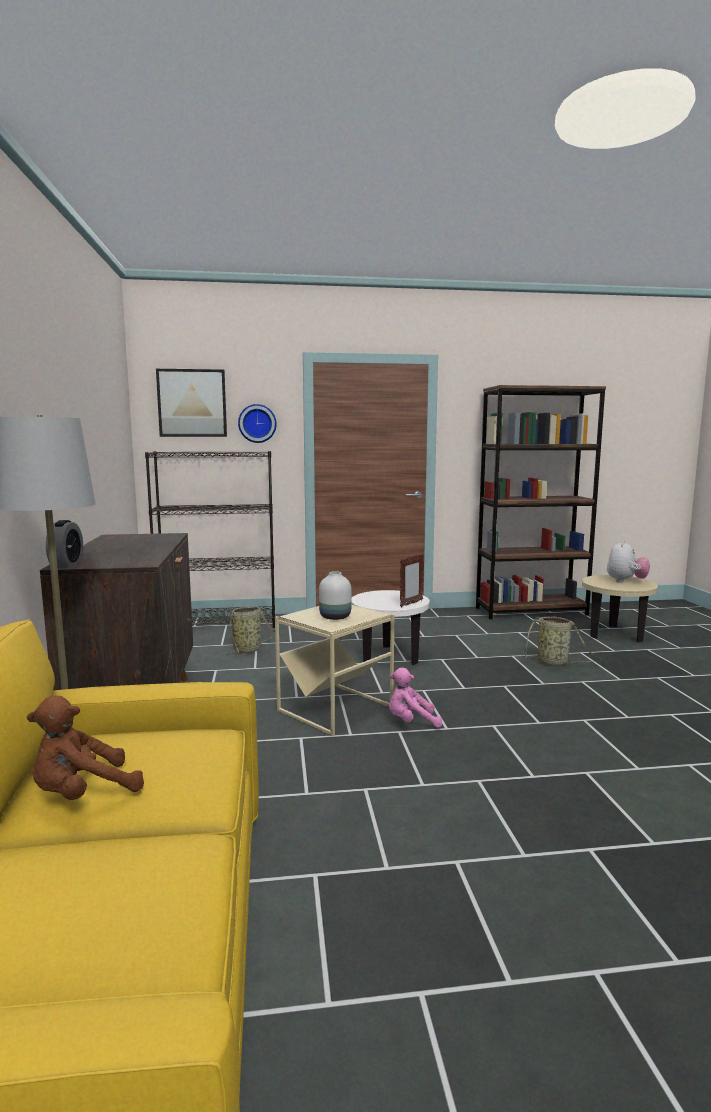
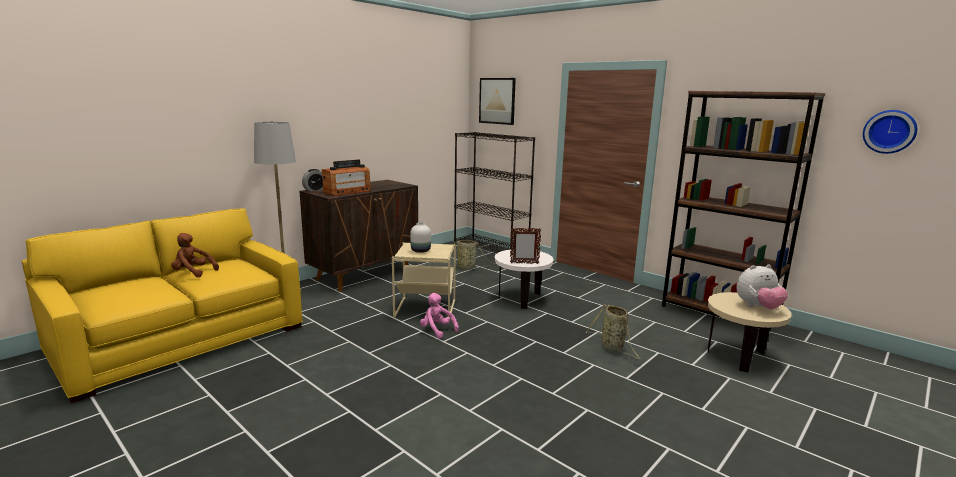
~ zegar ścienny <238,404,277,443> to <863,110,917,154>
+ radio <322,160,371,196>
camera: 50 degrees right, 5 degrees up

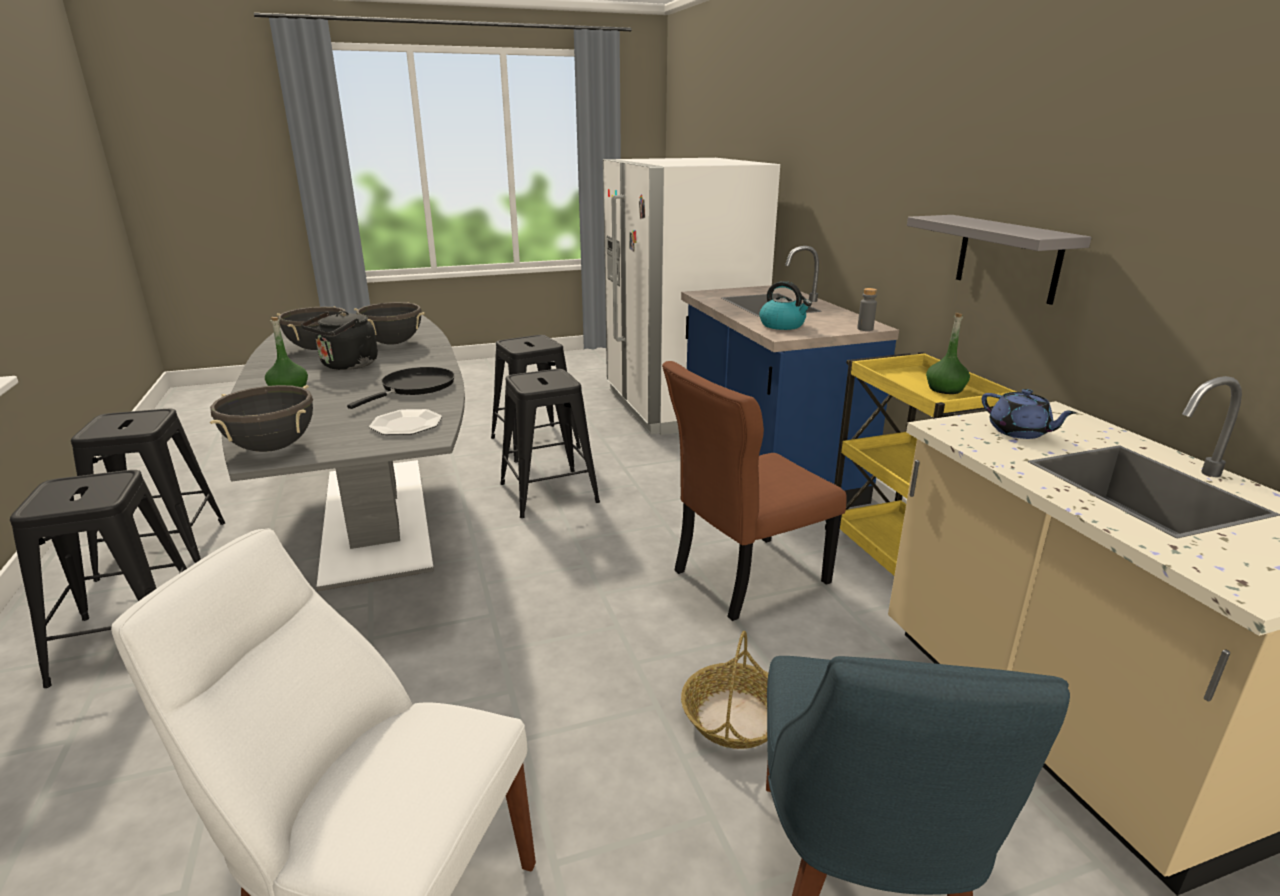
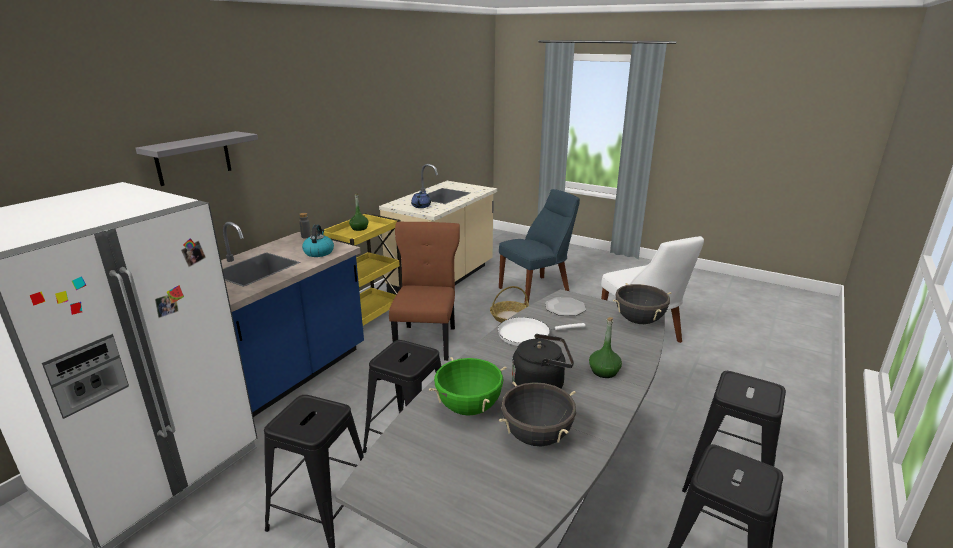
~ półka/szary <907,215,1092,305> to <135,131,258,186>
~ garnek/czarny <354,302,425,345> to garnek/zielony <429,357,507,416>
~ krzesło/brązowy <662,361,847,621> = <389,222,460,361> 105 degrees counterclockwise
~ patelnia/czarny <347,367,455,409> to patelnia/biały <498,317,586,346>
camera: 130 degrees left, 0 degrees up

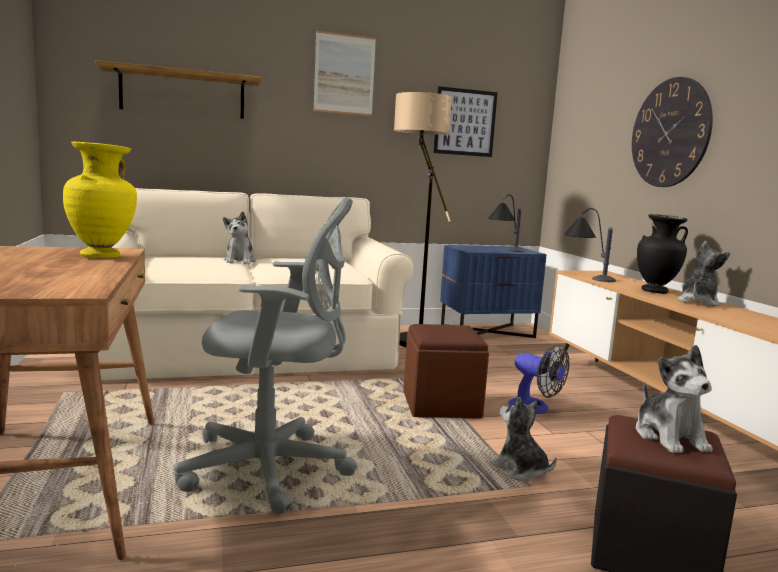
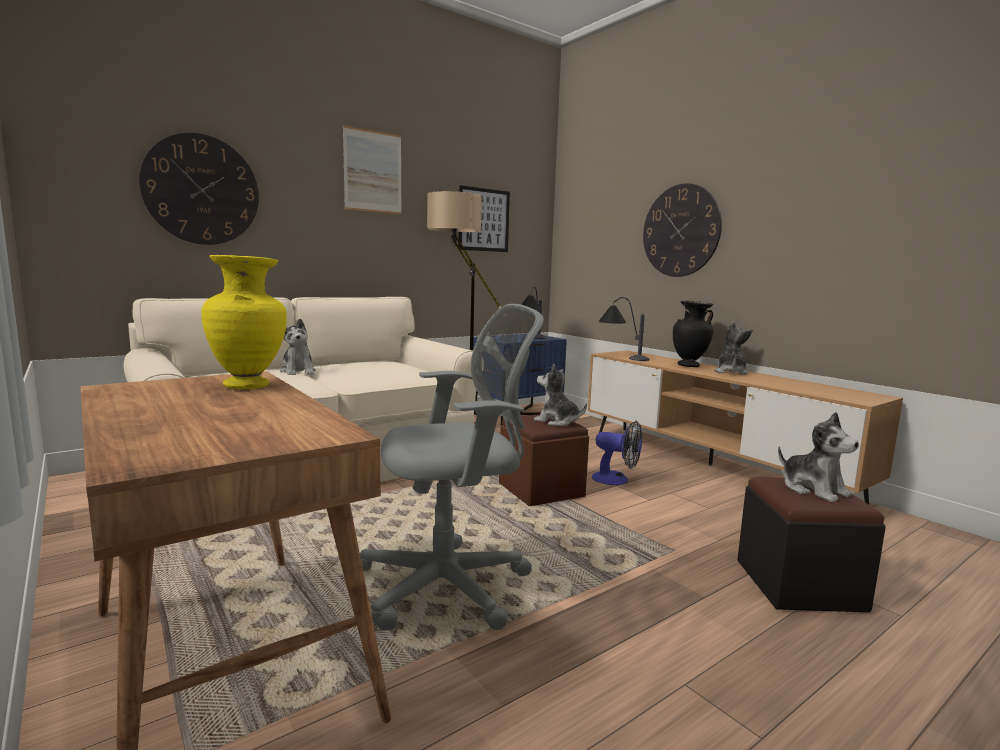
~ półka <95,60,261,119> to zegar ścienny <139,133,259,245>
~ pluszak <490,397,557,481> to <534,364,587,426>
camera: 20 degrees left, 0 degrees up

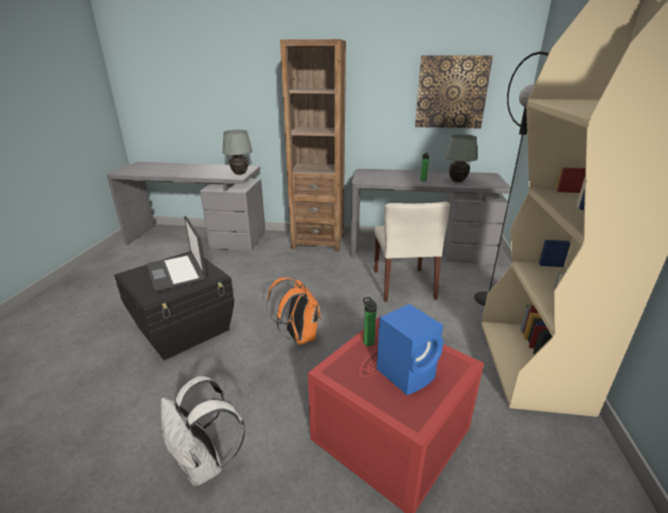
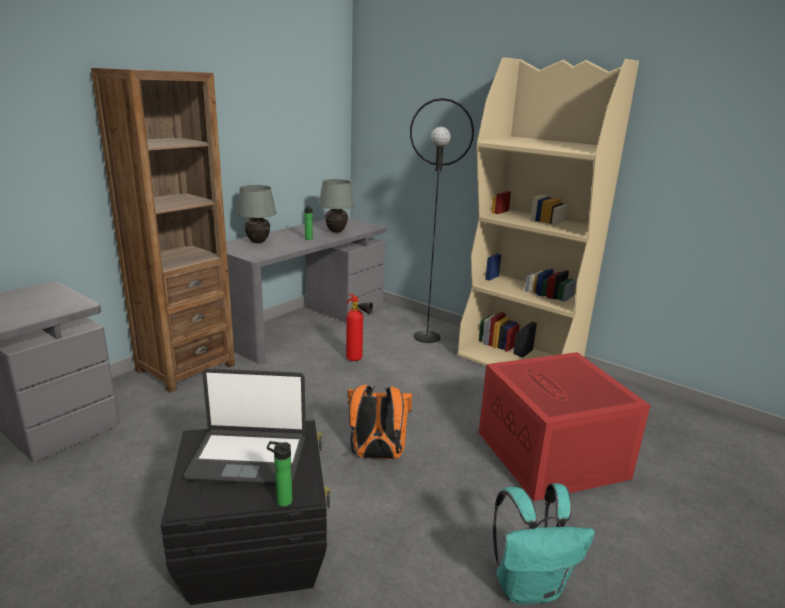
- obraz <415,55,493,128>
~ lampa stołowa/szary <222,130,253,175> to <237,185,277,243>
~ krzesło/beżowy <374,202,450,302> to gaśnica <346,294,373,361>
~ butelka <363,297,377,346> to <267,441,292,507>
- głośnik/niebieski <376,304,444,395>
~ plecak/biały <161,376,245,486> to plecak/turkusowy <493,483,595,604>
camera: 60 degrees left, 5 degrees down

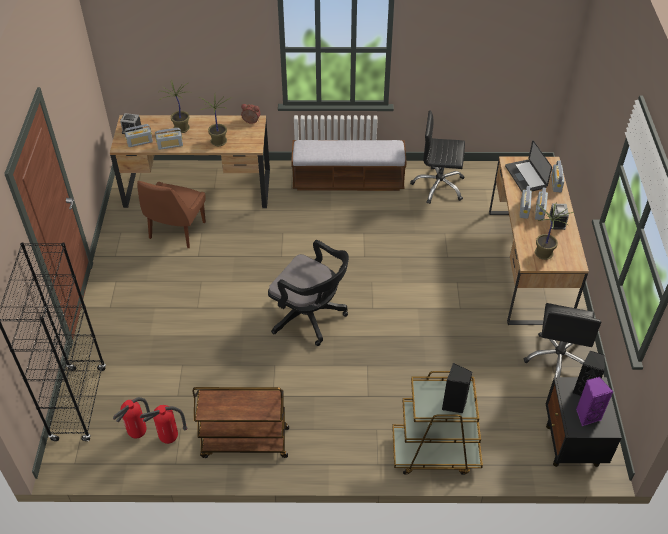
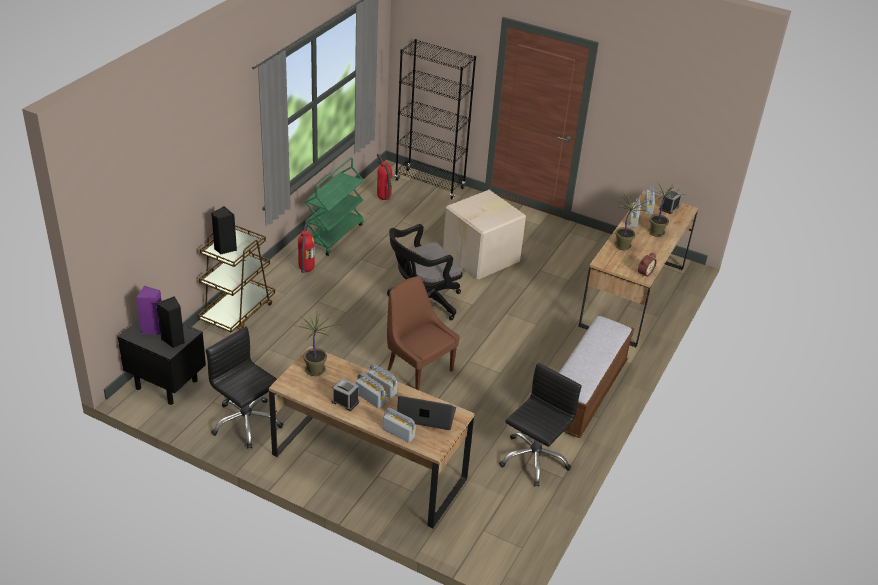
~ krzesło/brązowy <137,181,206,248> to <387,276,460,390>
~ wózek/brązowy <193,387,289,458> to wózek/zielony <305,157,364,256>
~ gaśnica <140,405,187,444> to <298,221,315,273>
+ karton <443,190,526,280>
camera: 115 degrees right, 10 degrees down

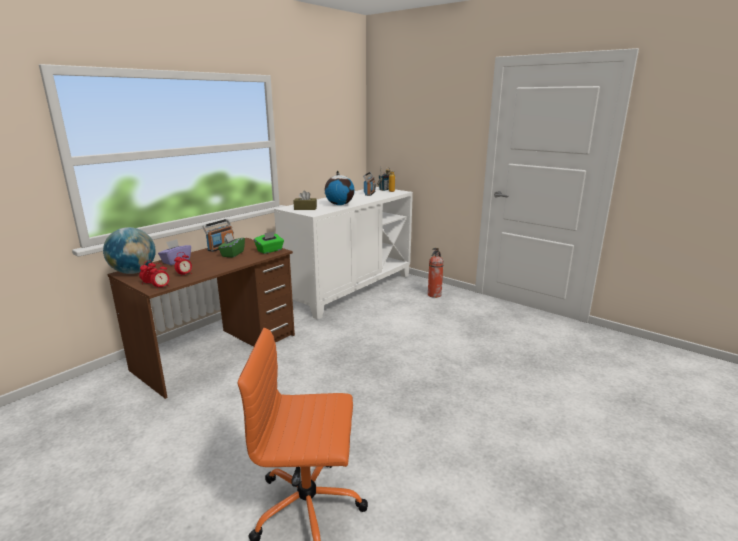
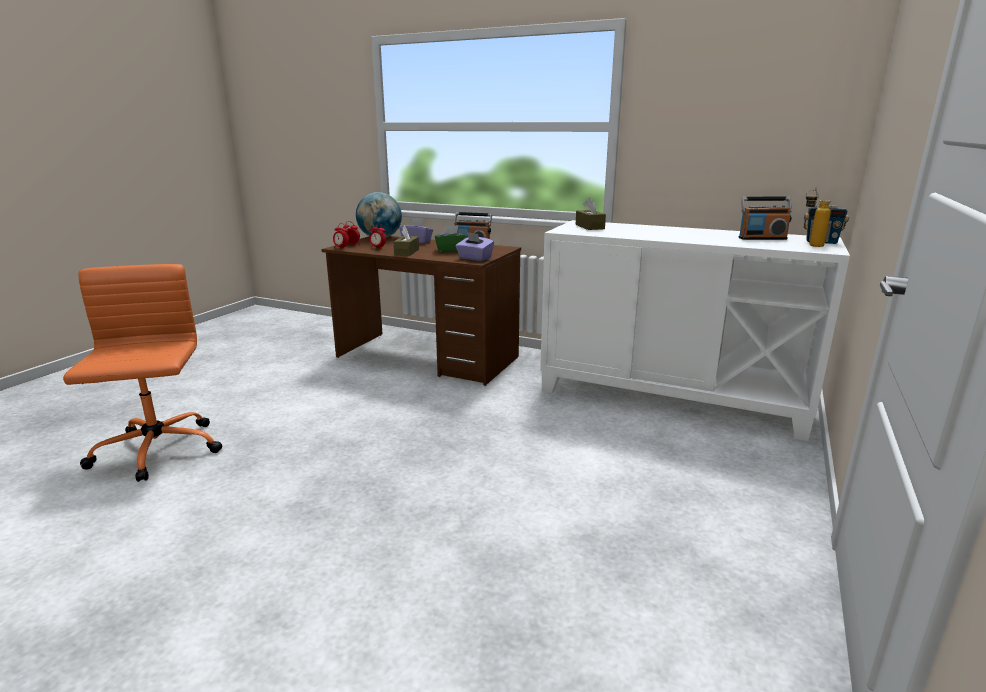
- globus <325,171,355,205>
~ pudełko chusteczek/zielony <254,231,284,254> to pudełko chusteczek/fioletowy <456,232,494,261>
- gaśnica <428,248,444,298>
+ pudełko chusteczek/brązowy <394,226,419,256>
camera: 75 degrees right, 0 degrees up

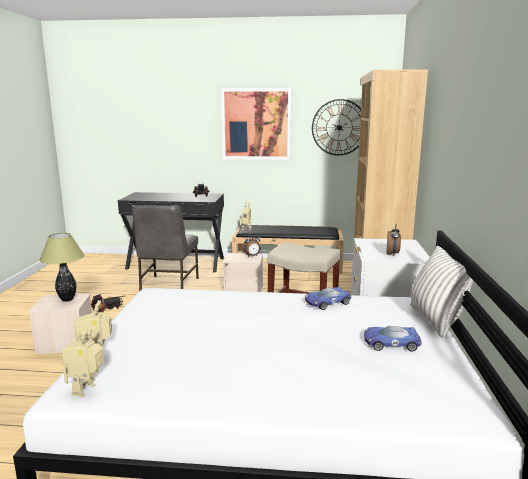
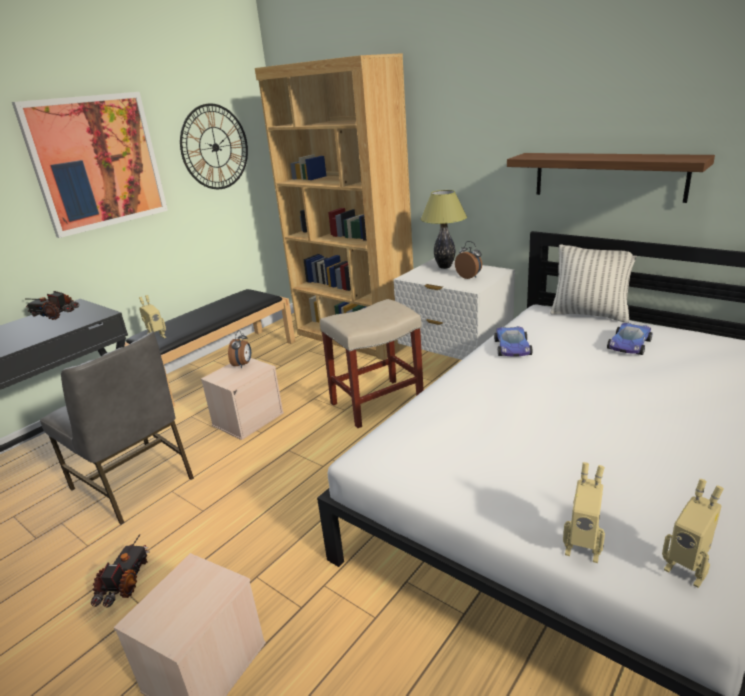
~ lampa stołowa <40,233,84,302> to <420,190,467,269>
+ półka <507,153,715,203>
camera: 55 degrees left, 10 degrees up

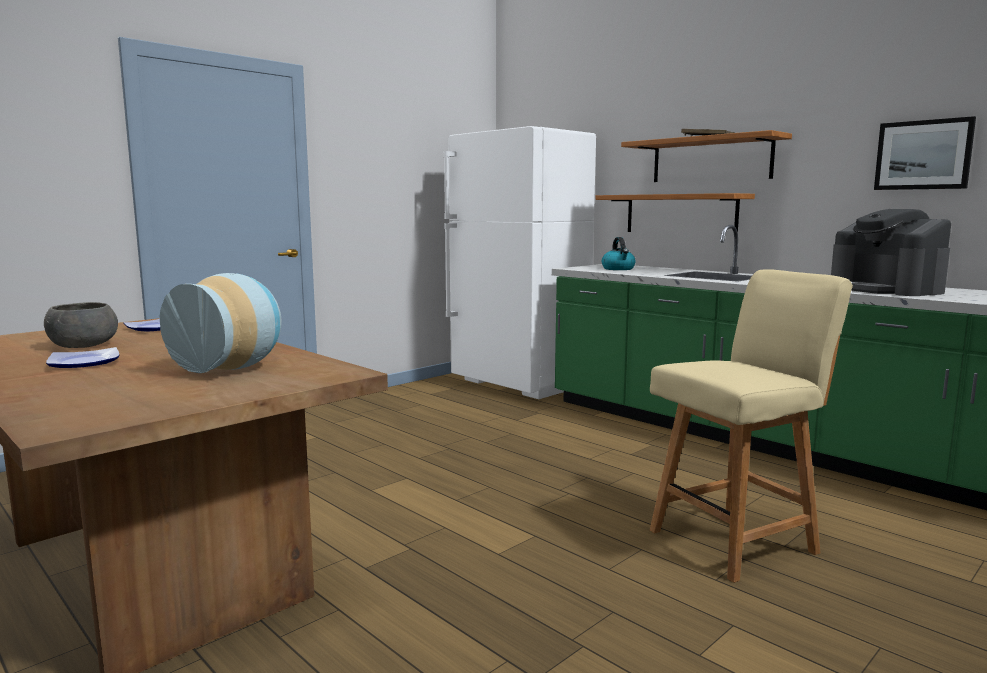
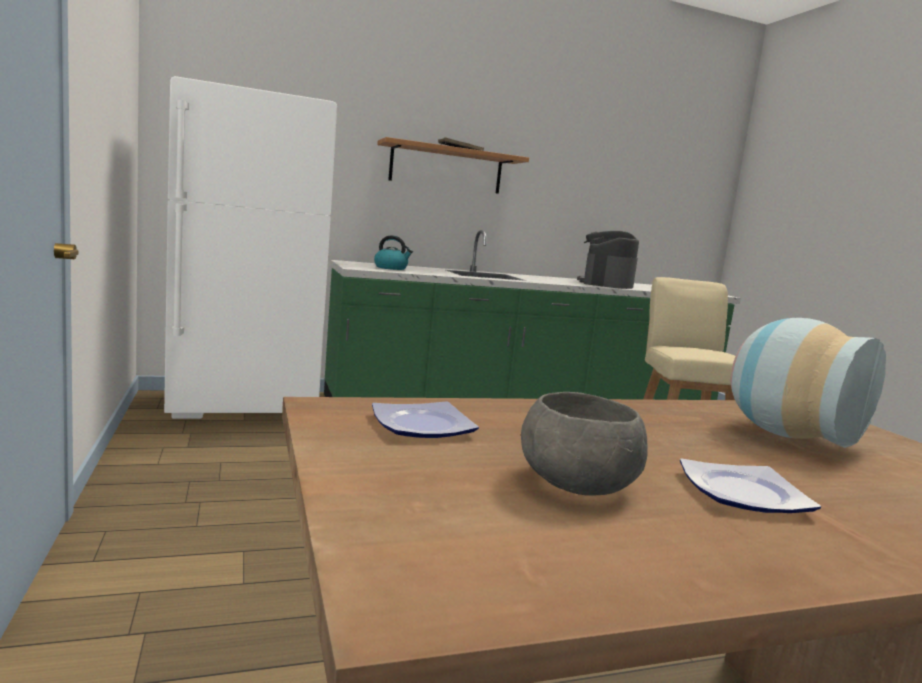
- obraz <874,116,976,190>
- półka <595,193,755,232>
~ ekspres do kawy <831,209,951,296> = <577,231,639,289> 105 degrees clockwise
camera: 65 degrees left, 0 degrees up

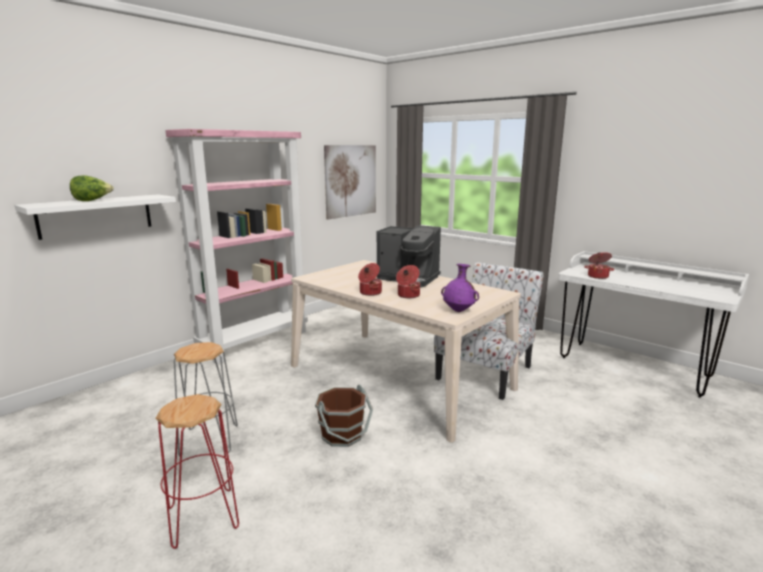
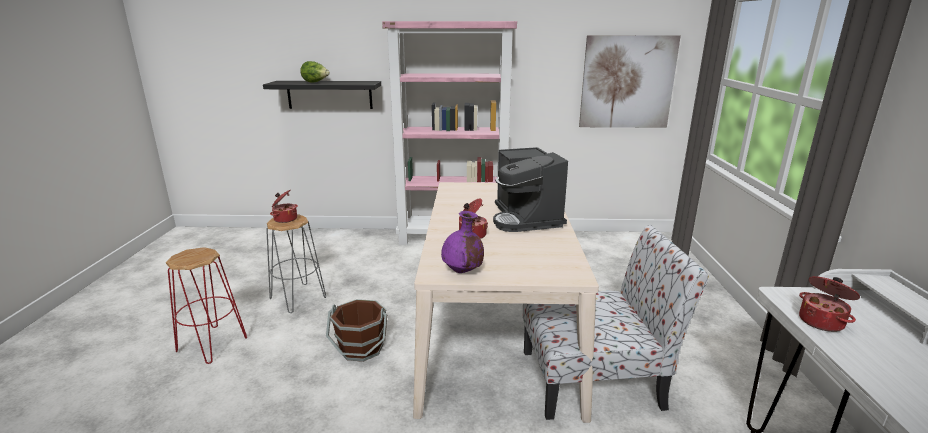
~ półka/biały <15,194,176,240> to półka/czarny <263,81,381,109>
~ garnek <358,263,382,296> to <270,190,298,223>
camera: 50 degrees right, 5 degrees up

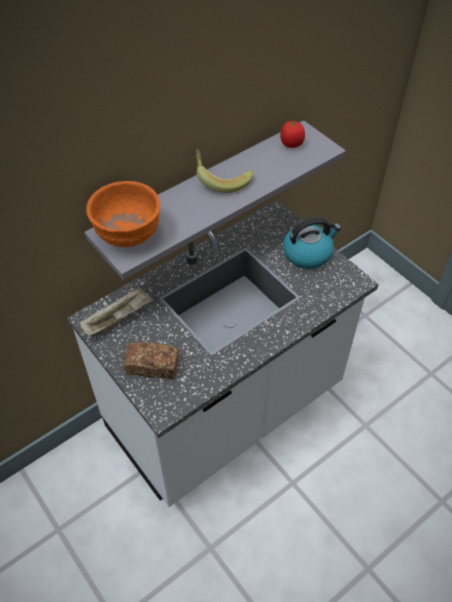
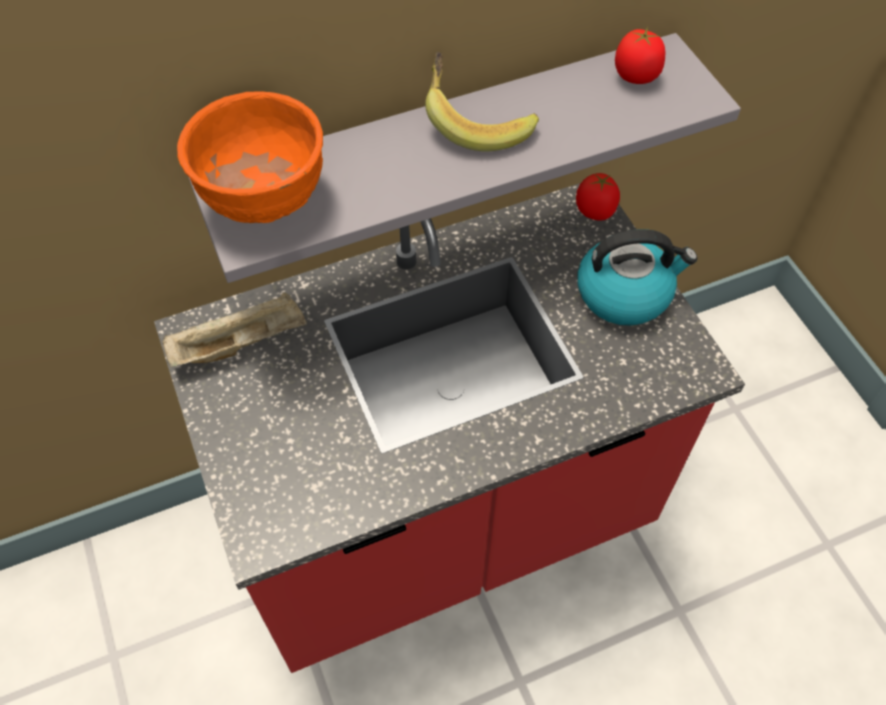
~ zabudowa kuchenna/biały <67,200,379,507> to zabudowa kuchenna/czerwony <154,183,745,673>
- chleb <123,342,179,379>
+ pomidor <576,173,620,221>
camera: 15 degrees right, 5 degrees up

